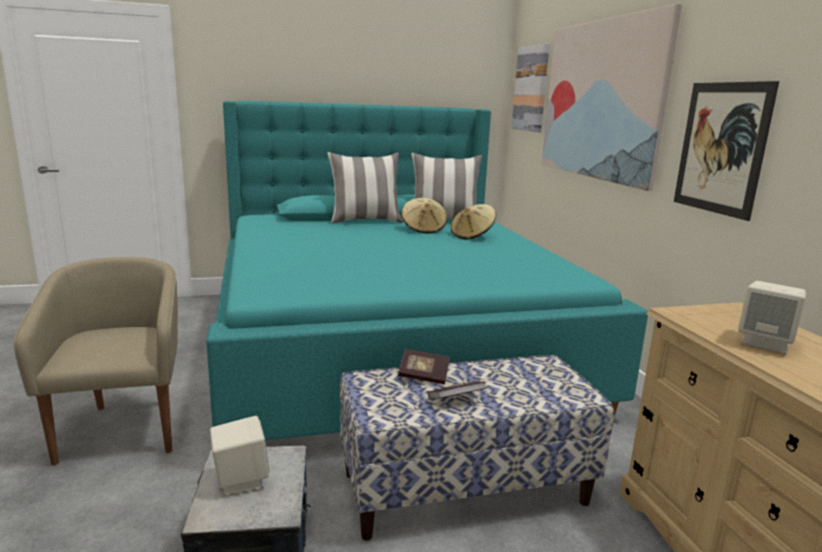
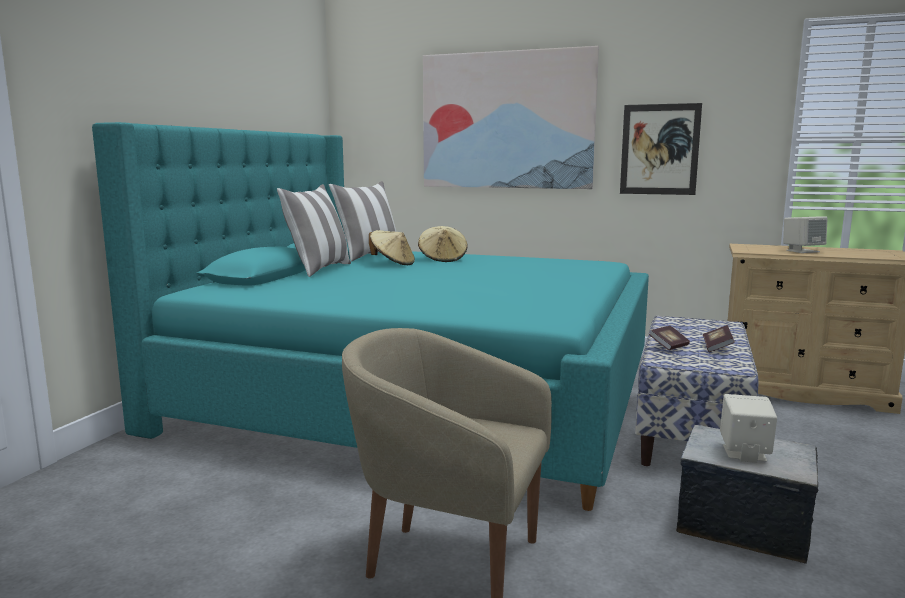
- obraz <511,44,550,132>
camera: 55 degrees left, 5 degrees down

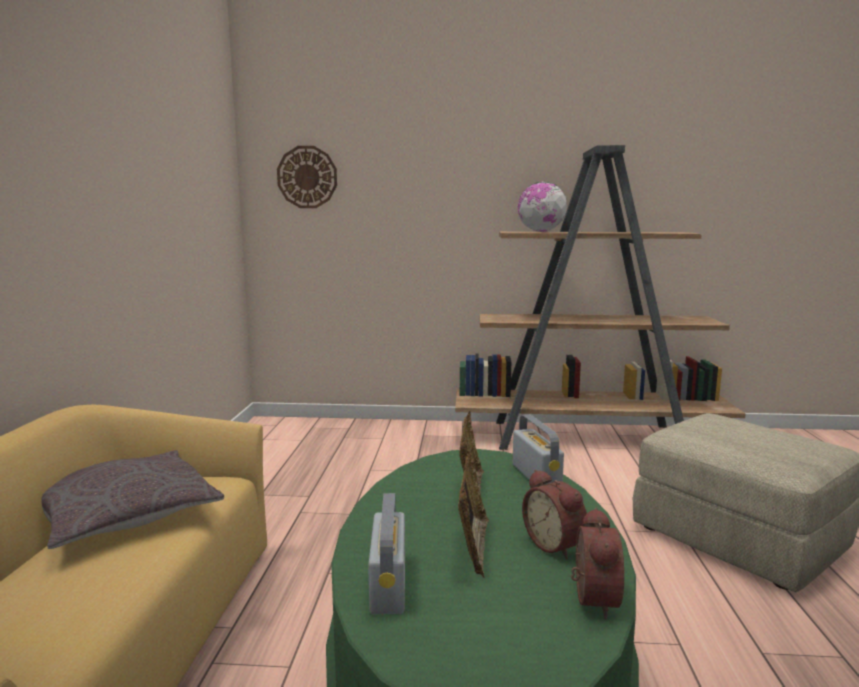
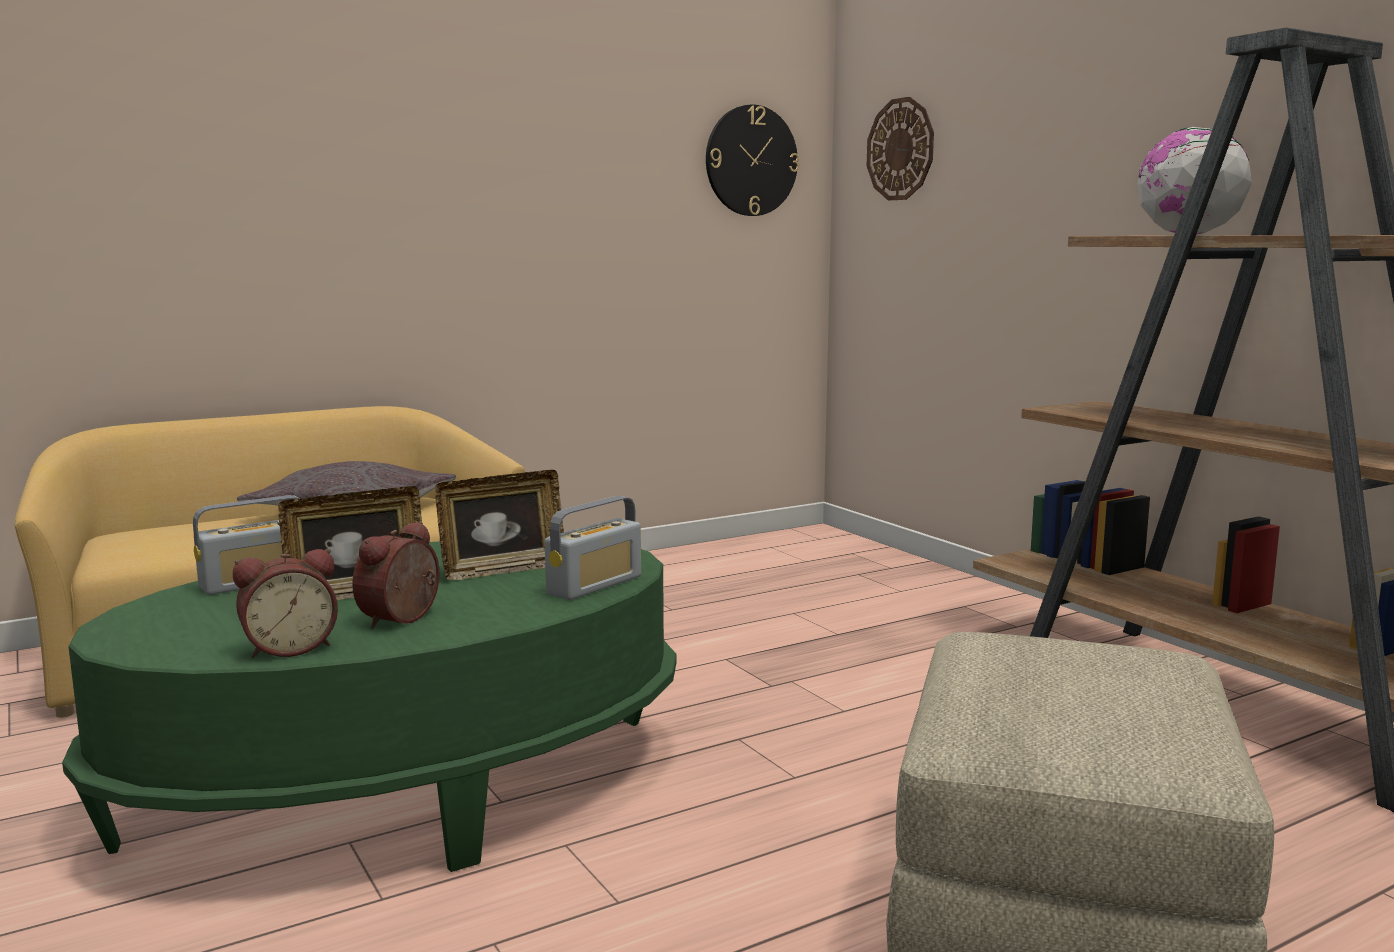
+ zegar ścienny <706,104,799,216>
camera: 55 degrees right, 0 degrees up

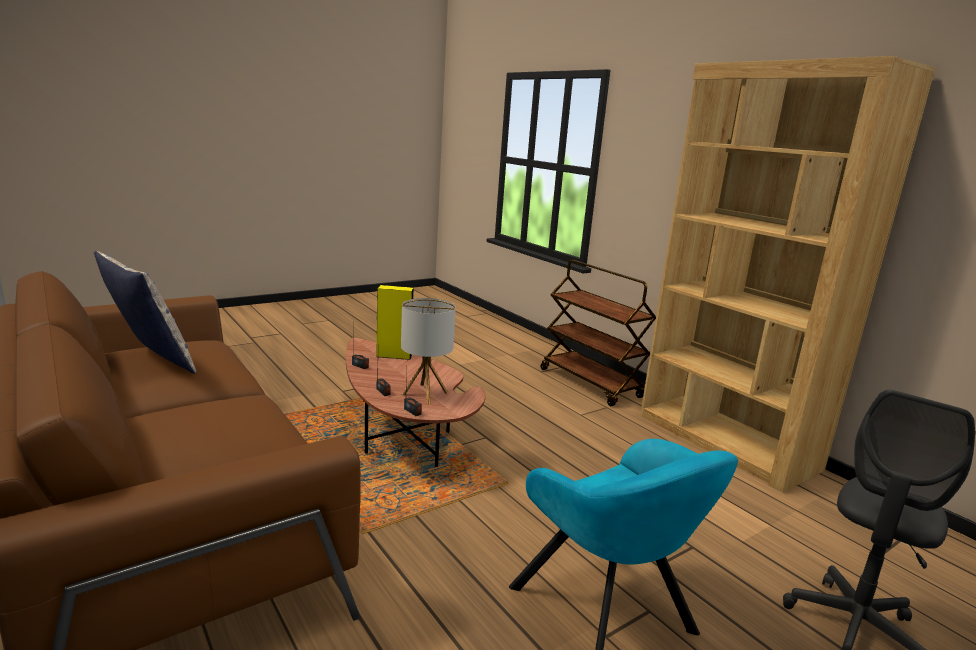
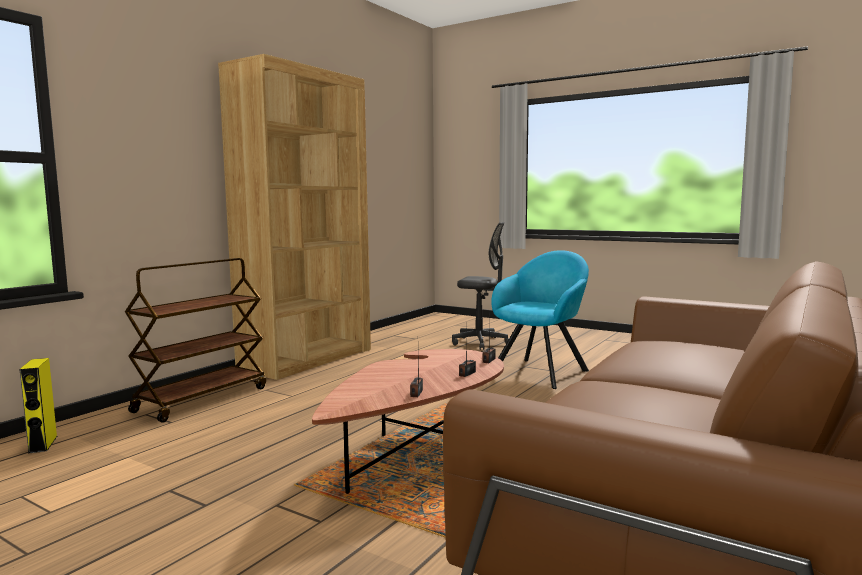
- poduszka <94,251,196,374>
~ głośnik/żółty <376,285,414,360> to <19,358,57,453>
- lampa stołowa <401,298,456,404>
camera: 110 degrees left, 10 degrees down

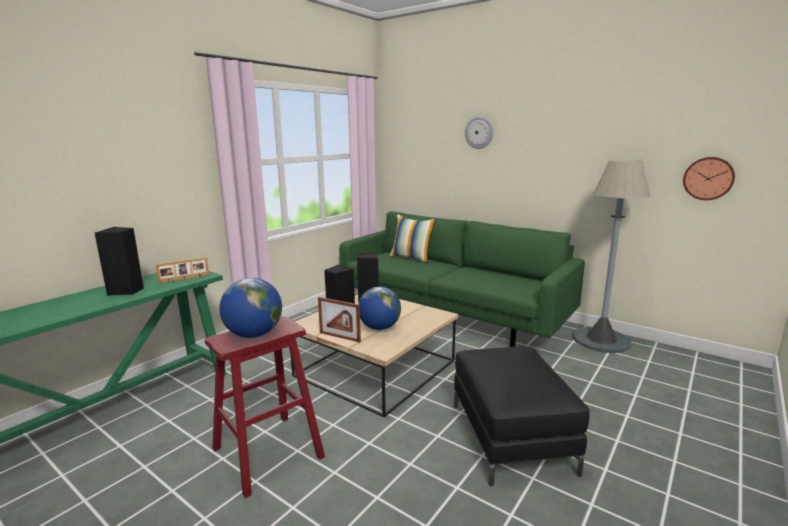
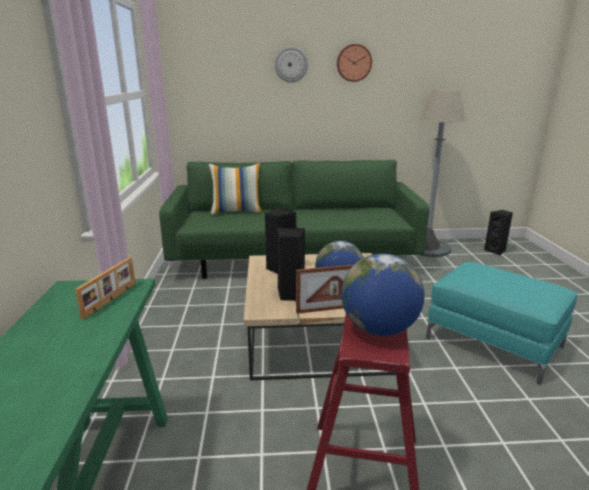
~ zegar ścienny <683,157,735,200> to <337,44,372,82>
~ głośnik/czarny <95,227,144,296> to <484,210,513,255>
~ pufa/czarny <454,346,589,486> to pufa/turkusowy <426,262,577,385>
camera: 40 degrees left, 5 degrees up

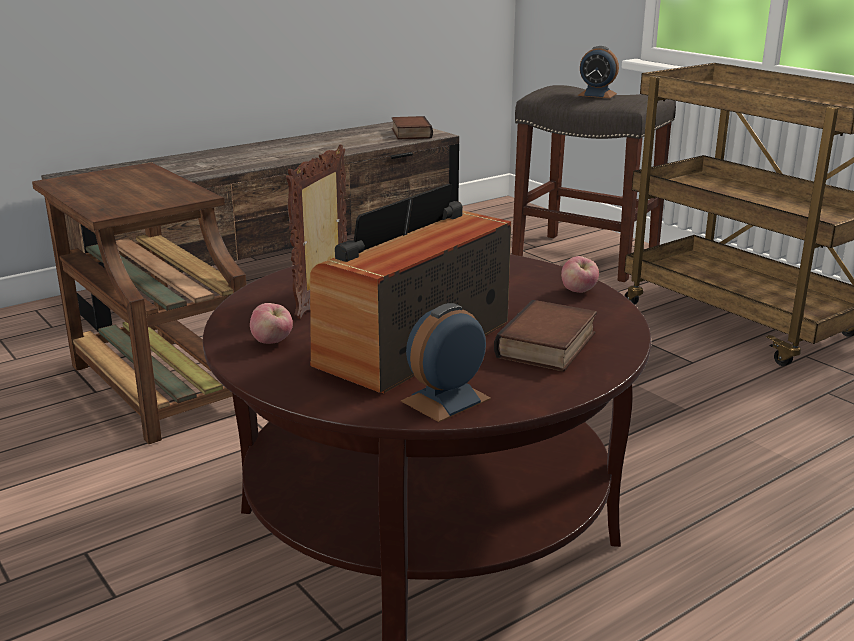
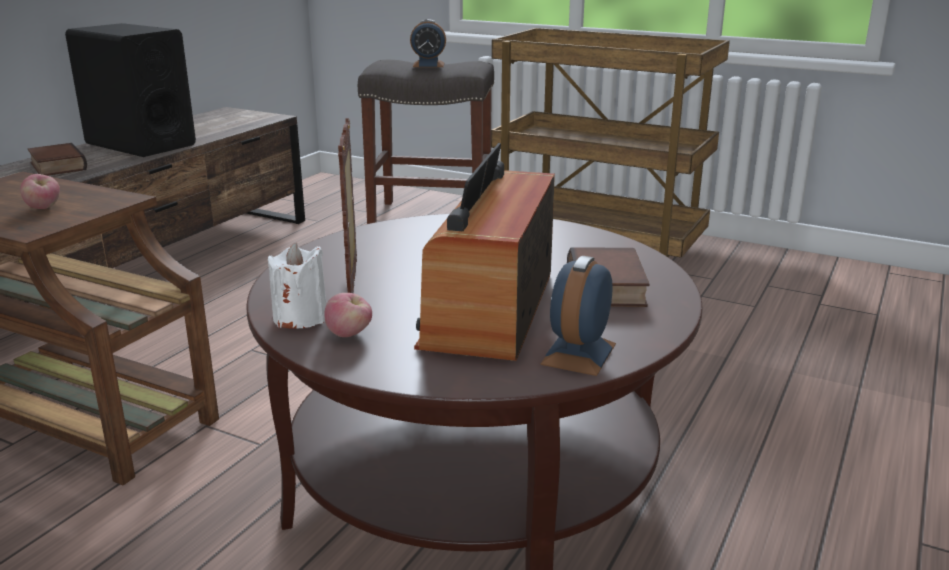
~ książka <392,116,433,140> to <28,143,87,176>
~ jabłko <561,256,599,293> to <20,174,60,209>
+ głośnik/czarny <65,23,196,157>
+ świeca/biały <268,242,327,328>
camera: 25 degrees left, 0 degrees up

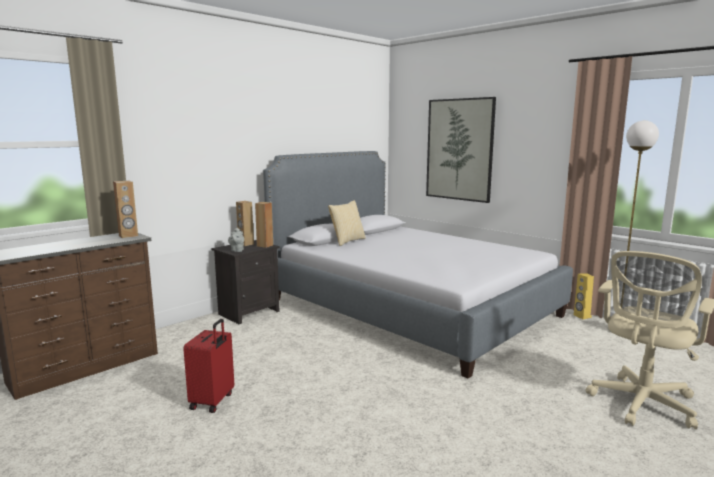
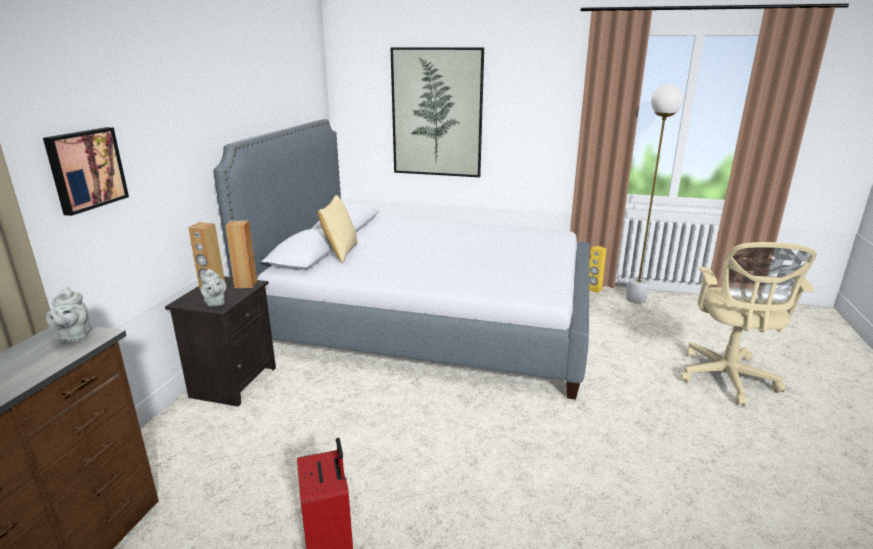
~ głośnik/brązowy <113,181,138,238> to imbryk/szary <46,286,91,342>
+ obraz <43,127,129,216>
camera: 30 degrees left, 10 degrees up

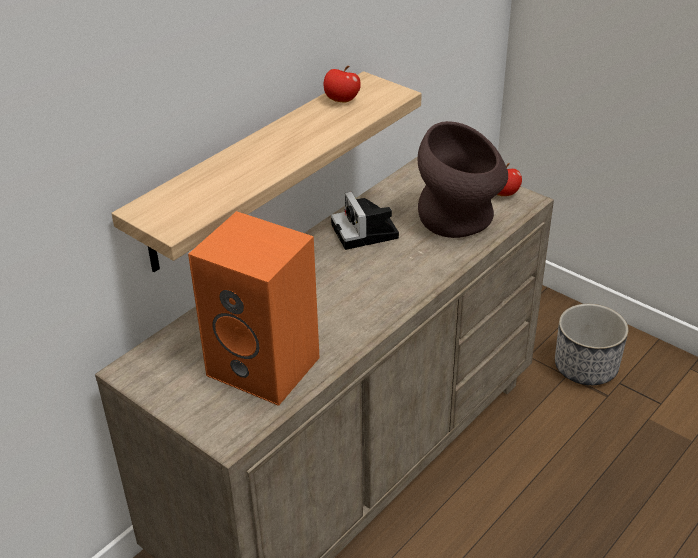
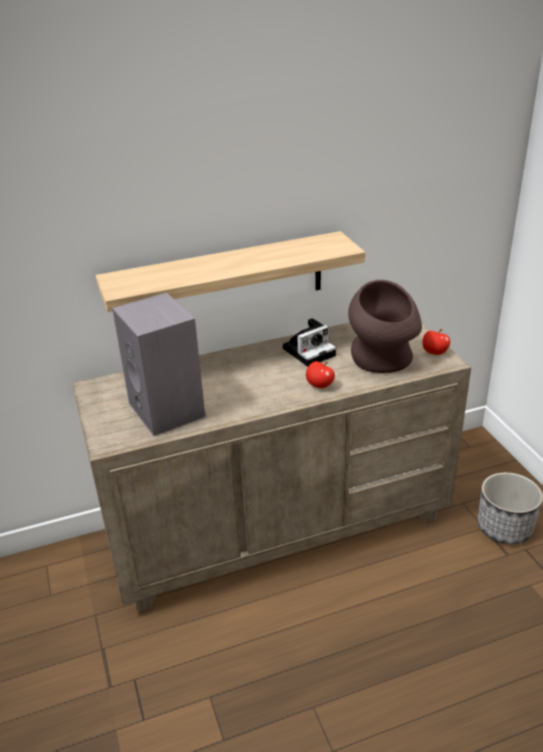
~ jabłko <324,66,361,102> to <306,361,335,388>
~ aparat fotograficzny <331,192,399,250> = <283,318,336,367> 135 degrees counterclockwise
~ głośnik/pomarańczowy <188,211,320,406> to głośnik/szary <112,293,205,436>
camera: 30 degrees right, 5 degrees down

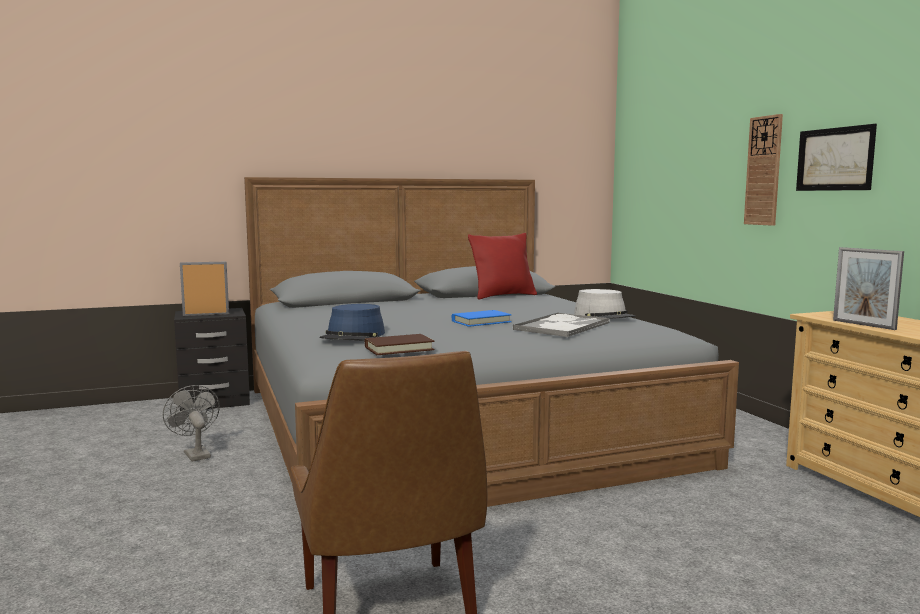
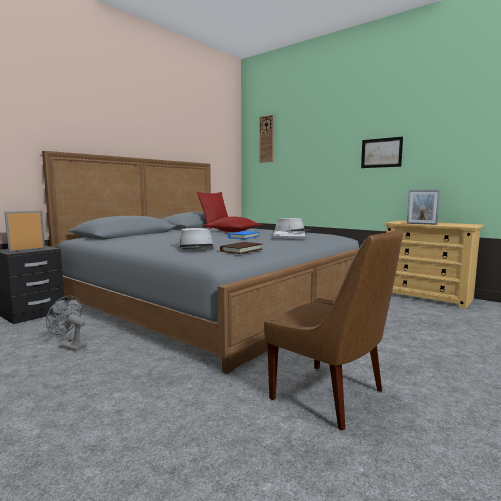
~ zegar ścienny <744,114,783,226> to <259,115,274,163>
~ kapelusz/niebieski <320,304,385,341> to kapelusz/szary <178,228,214,250>
+ poduszka/czerwony <204,216,263,232>
camera: 30 degrees left, 0 degrees up

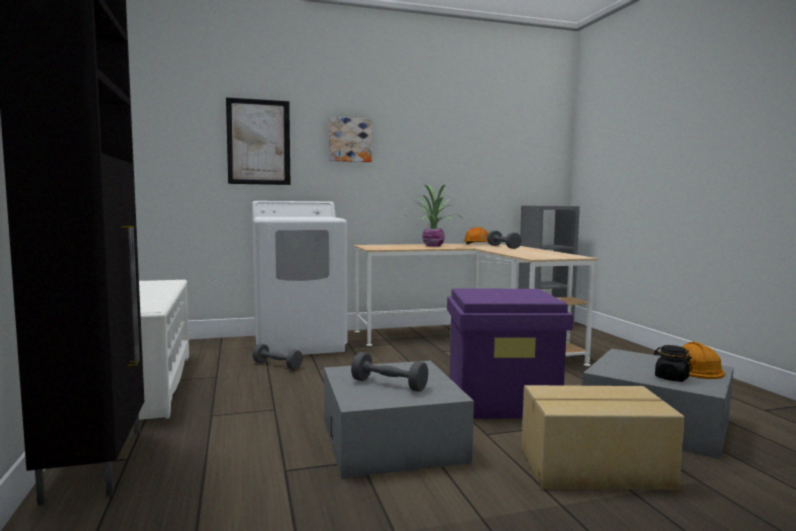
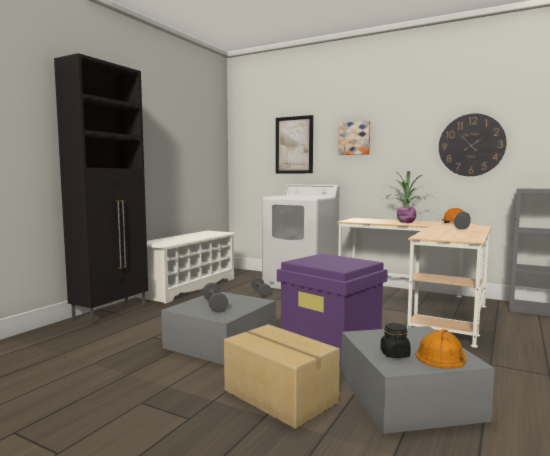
+ zegar ścienny <439,113,507,176>
camera: 45 degrees right, 0 degrees up

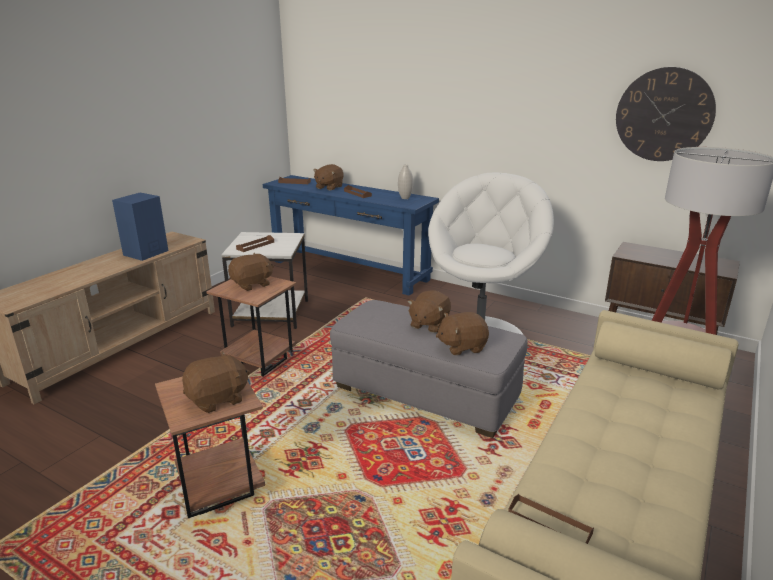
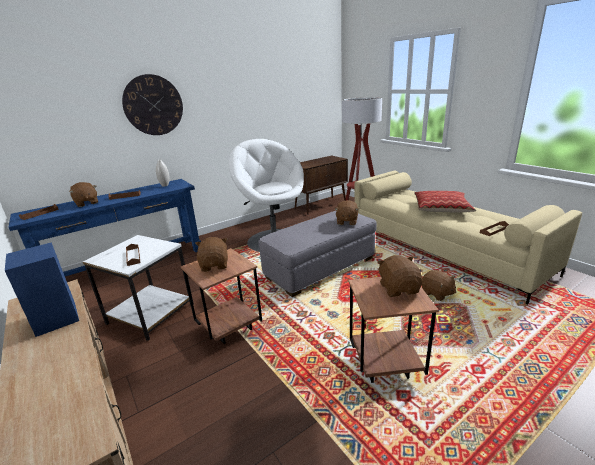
~ zegar ścienny <616,67,716,161> to <122,74,183,135>
~ pluszak/brązowy <407,290,451,333> to <422,270,456,301>
+ poduszka <414,191,476,213>
camera: 65 degrees left, 0 degrees up

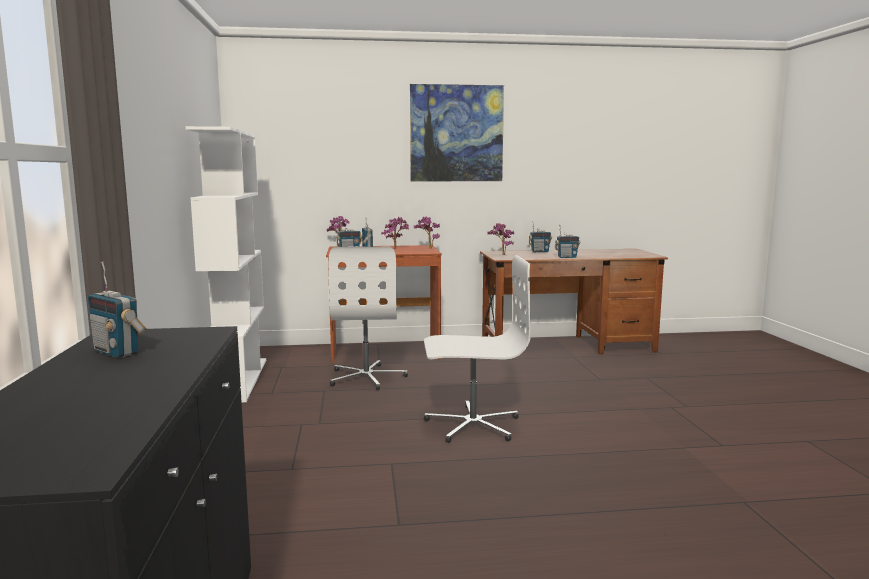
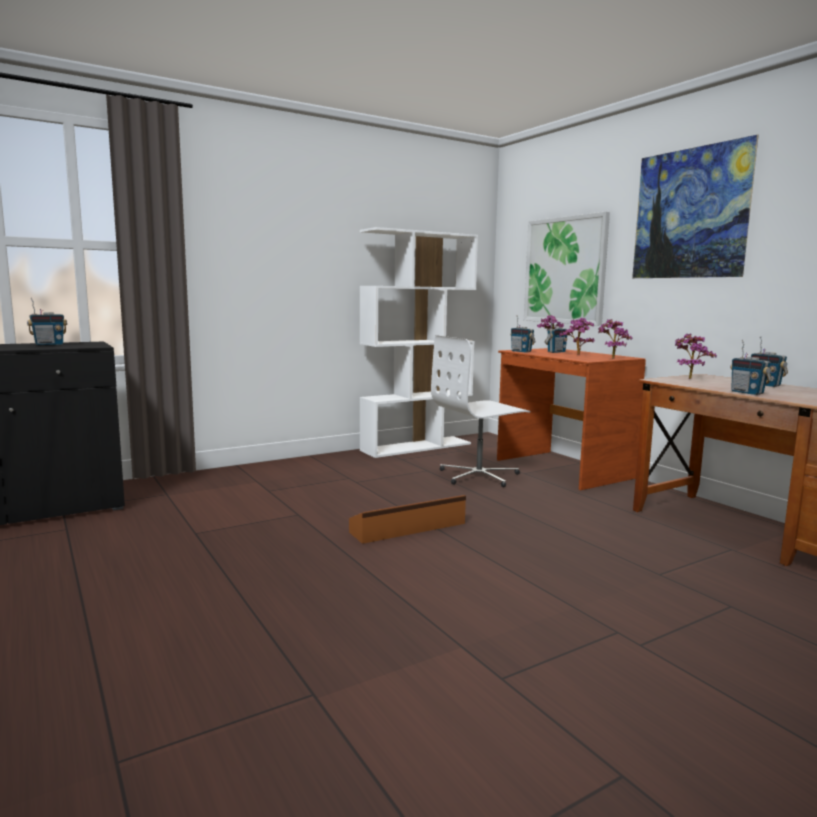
~ krzesło biurowe/biały <423,255,531,443> to pojemnik do przechowywania/brązowy <349,495,466,544>
~ radio <87,261,146,358> = <27,298,67,345> 135 degrees counterclockwise
+ obraz <524,211,610,325>
camera: 65 degrees right, 0 degrees up

